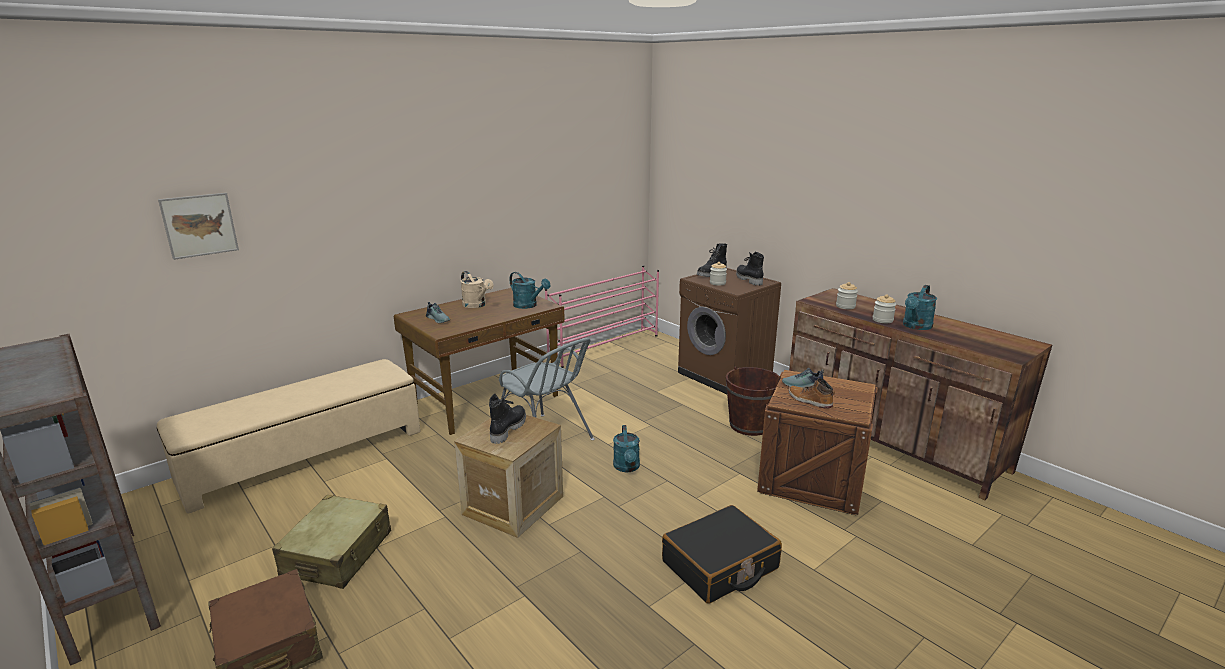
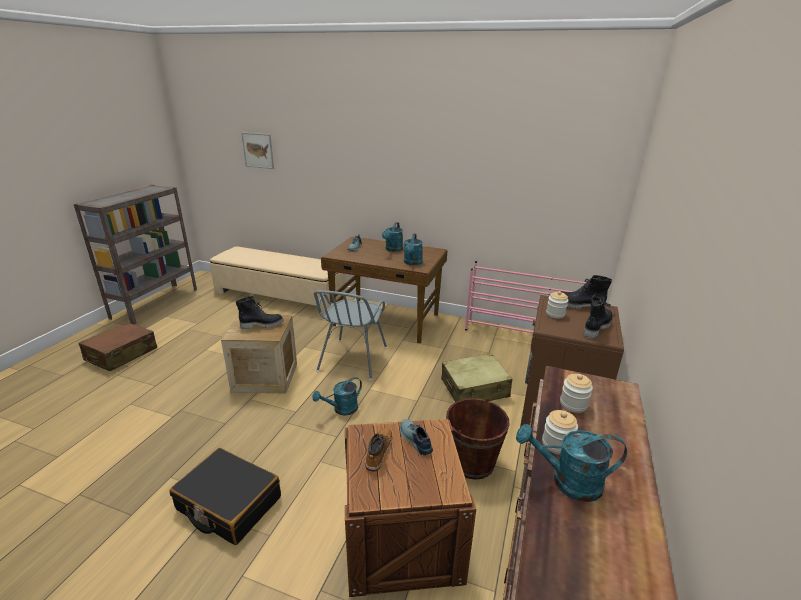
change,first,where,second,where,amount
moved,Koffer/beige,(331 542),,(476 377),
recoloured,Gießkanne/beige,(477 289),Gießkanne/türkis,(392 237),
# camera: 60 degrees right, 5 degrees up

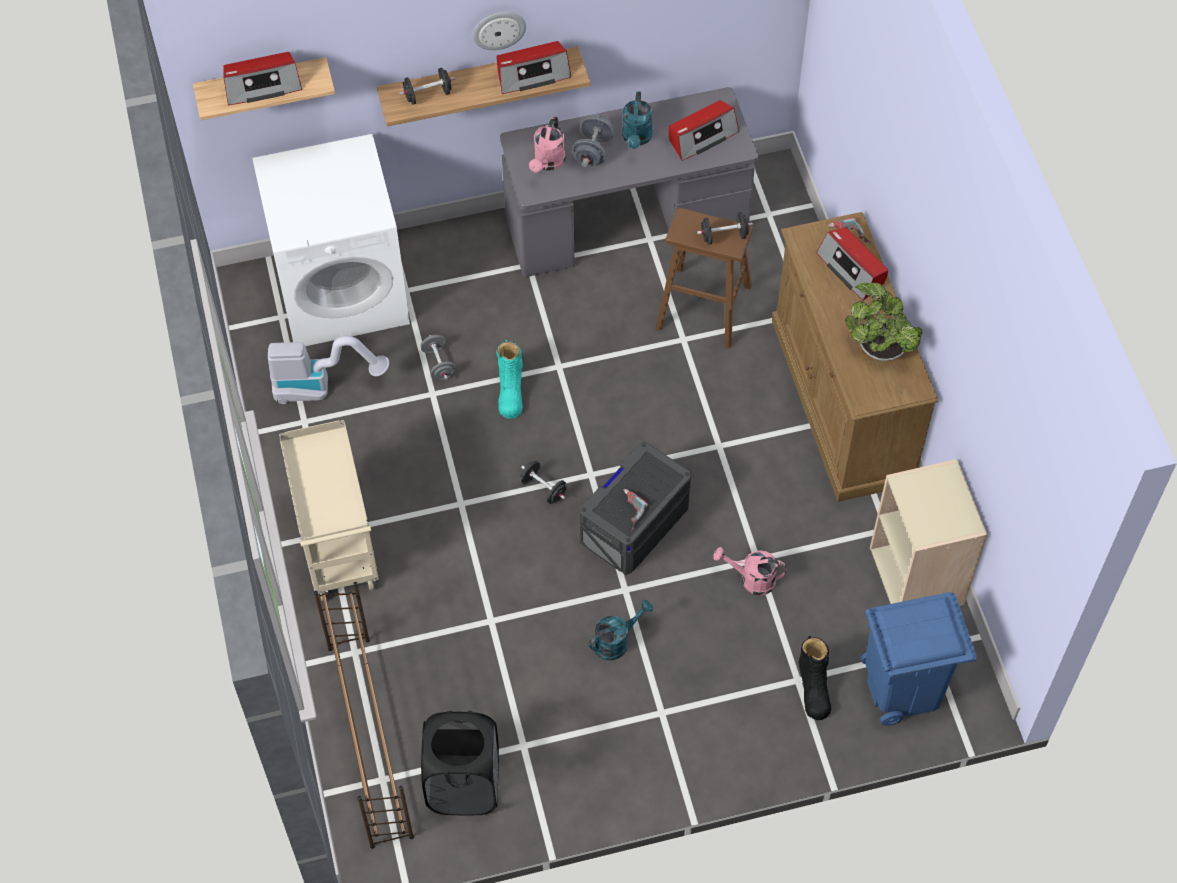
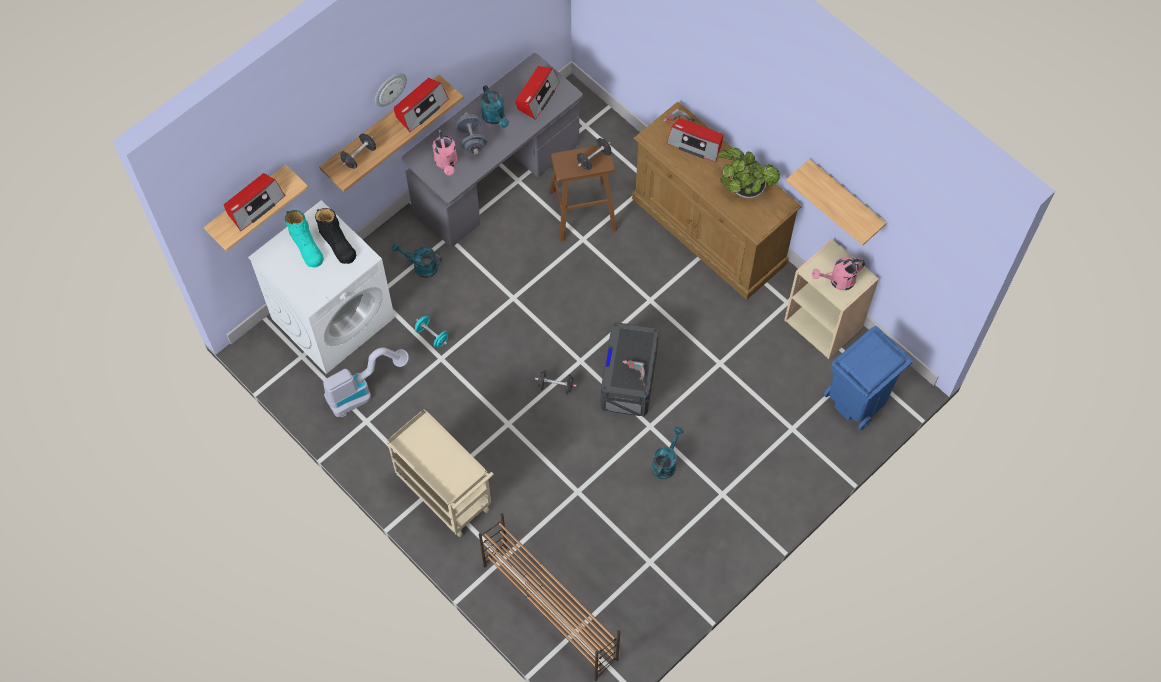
change,first,where,second,where,amount
recoloured,Hantel/grau,(438 357),Hantel/türkis,(431 332),
removed,Wäschekorb/schwarz,(460 763),,,
moved,Stiefel/türkis,(509 379),,(304 238),
moved,Gießkanne/rosa,(750 571),,(838 273),
moved,Stiefel/schwarz,(814 678),,(335 236),
added,,,Gießkanne/türkis,(416 260),
added,,,Wandregal,(836 202),
# camera: 30 degrees left, 5 degrees up

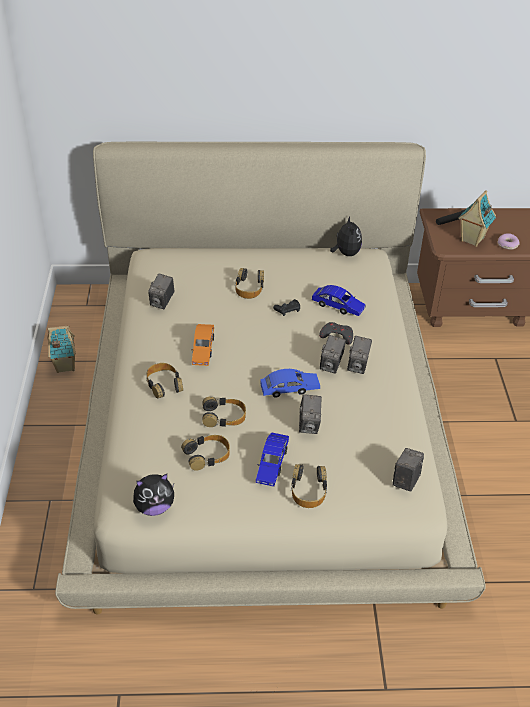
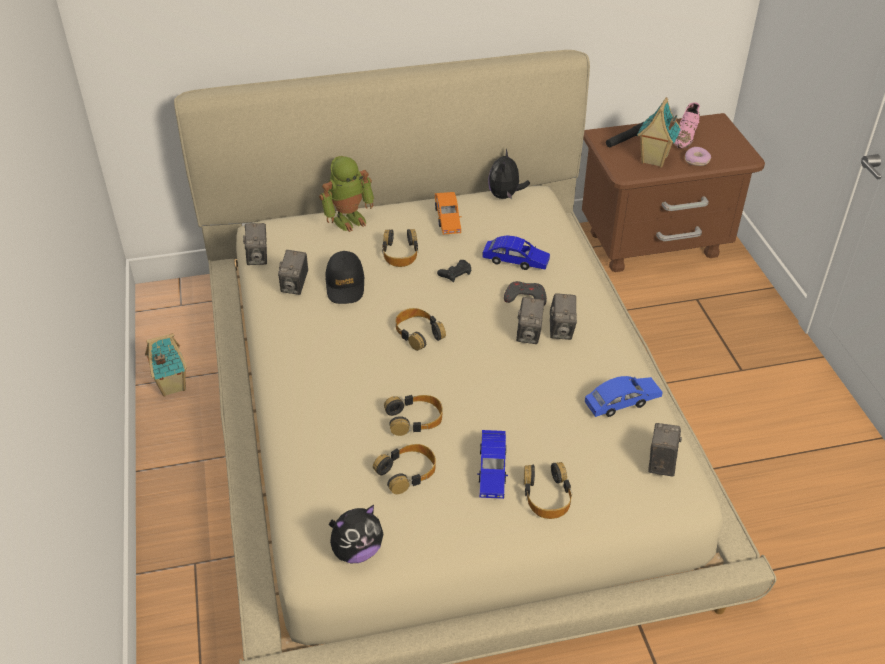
change,first,where,second,where,amount
moved,Kopfhörer,(164 381),,(420 329),
moved,Spielzeugauto/orange,(202 345),,(448 213),
moved,Spielzeugauto/blau,(290 383),,(624 396),
moved,Kamera,(310 414),,(255 244),
turned,Plüschtier,(346 236),,(509 174),150 degrees counterclockwise
added,,,Spielzeugroboter,(346 194),
added,,,Kappe/schwarz,(345 277),
added,,,Schuh/rosa,(687 125),
# camera: 10 degrees left, 0 degrees up

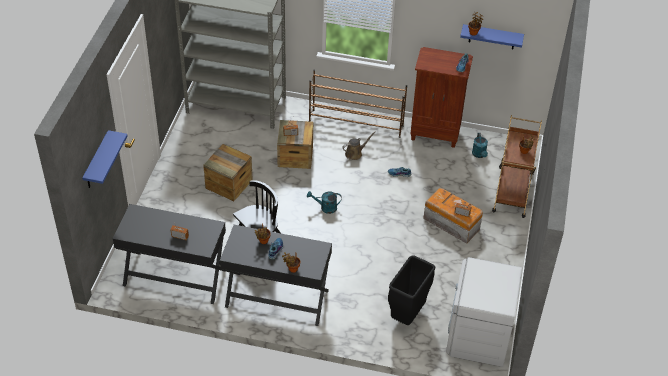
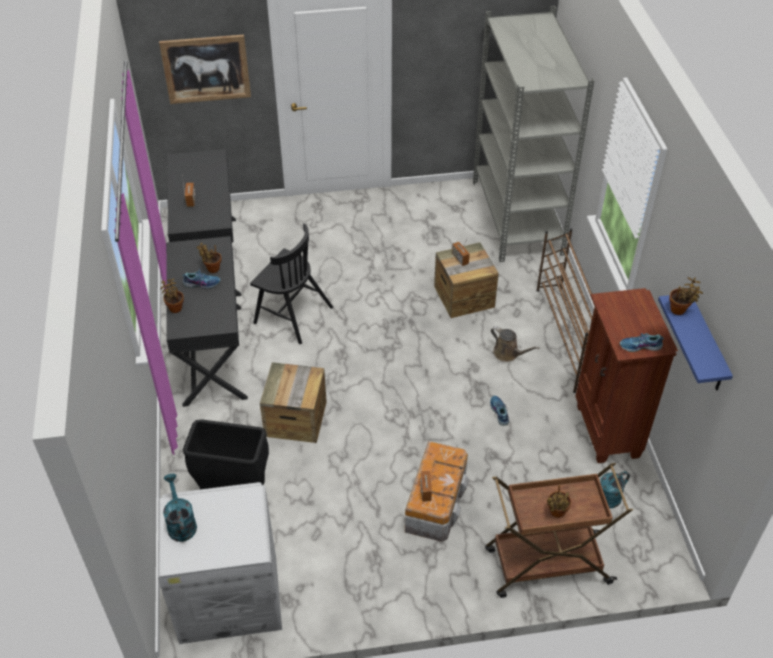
change,first,where,second,where,amount
replaced,Wandregal/blau,(105 159),Bild,(205 69),
moved,Kiste,(228 172),,(293 402),
moved,Gießkanne/türkis,(324 202),,(180 507),
# camera: 70 degrees right, 0 degrees up

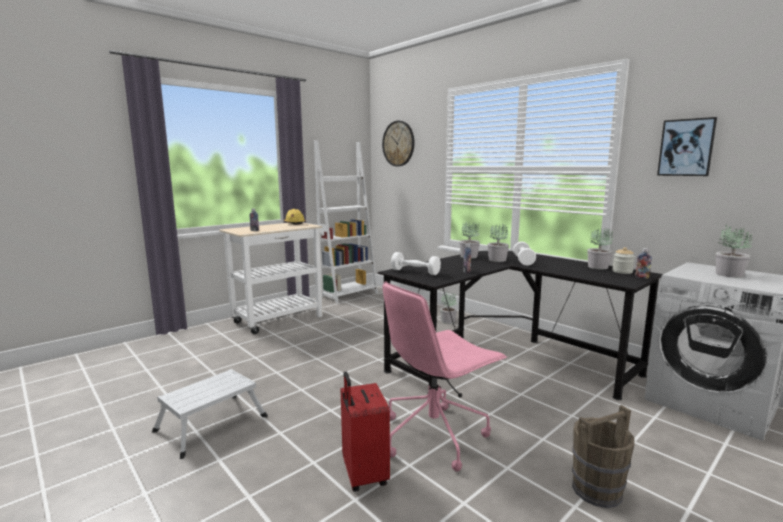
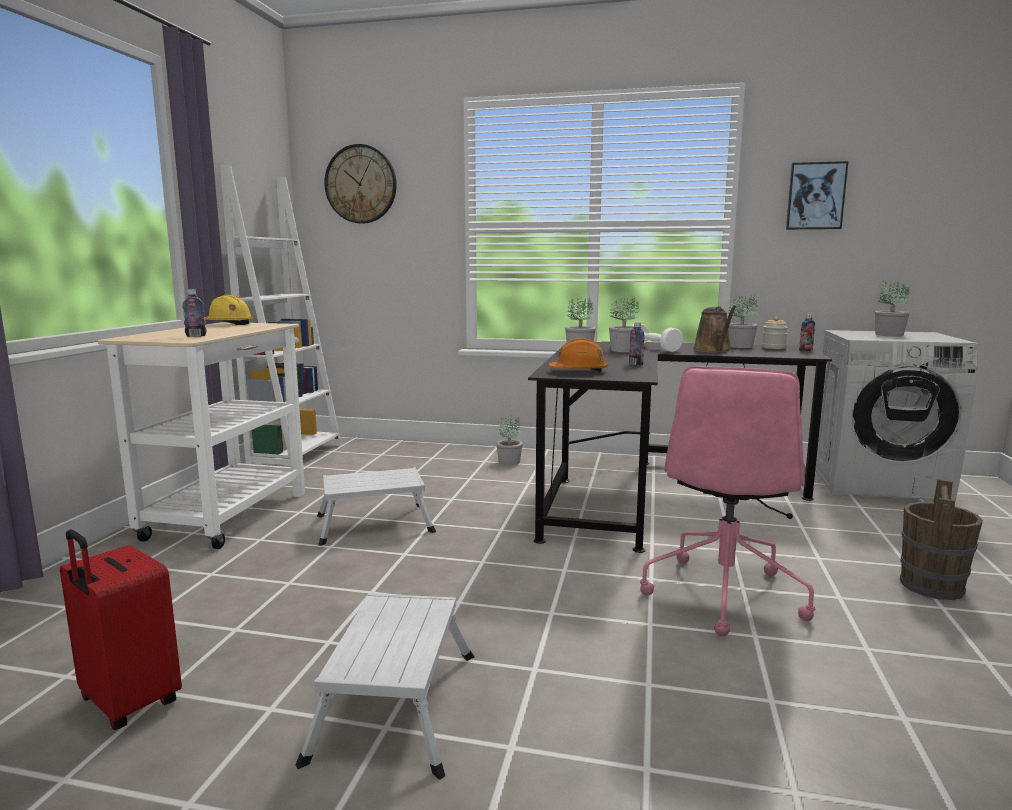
change,first,where,second,where,amount
moved,Koffer/rot,(365 431),,(121 630),
replaced,Hantel/weiß,(416 263),Schutzhelm/orange,(578 355),
added,,,Trittleiter/weiß,(376 506),
added,,,Gießkanne/braun,(715 329),
# camera: 35 degrees left, 0 degrees up

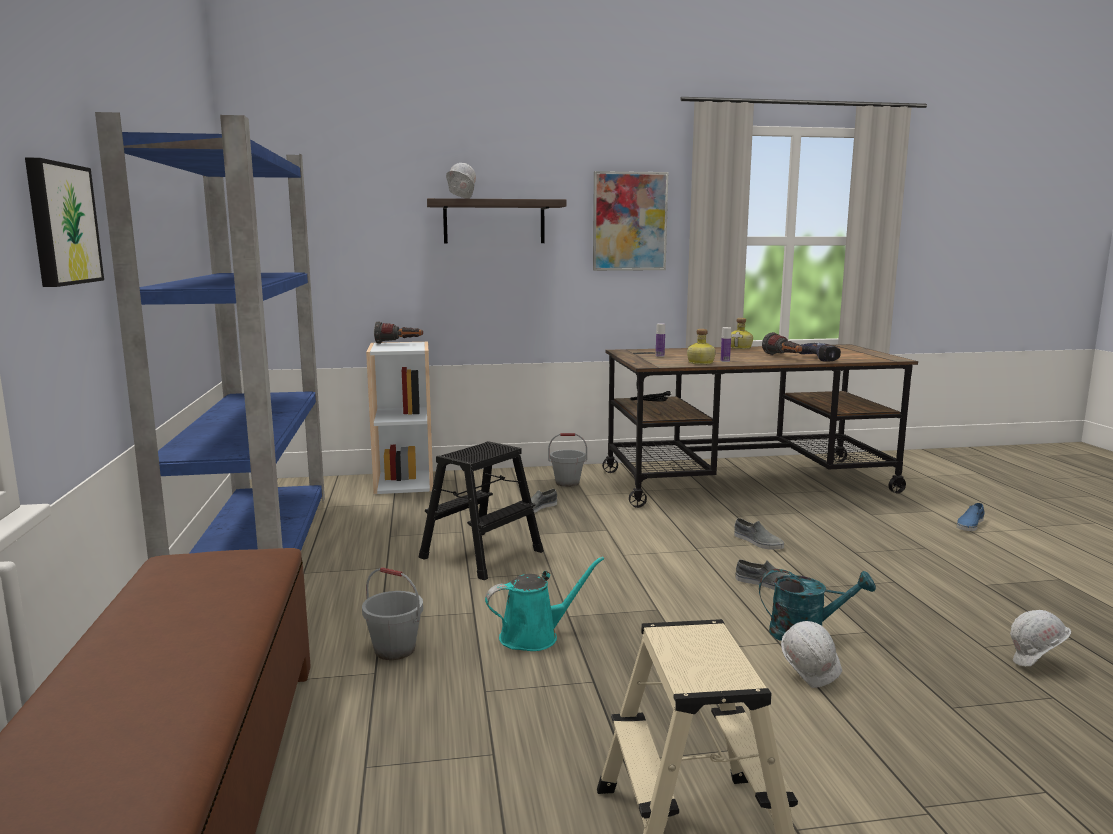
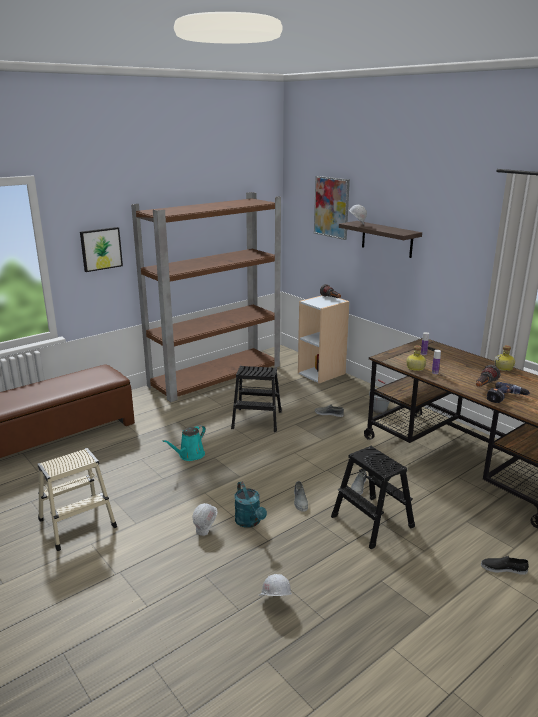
change,first,where,second,where,amount
recoloured,Bücherregal/blau,(210 335),Bücherregal/braun,(206 297),
removed,Eimer/grau,(392 613),,,
turned,Gießkanne/türkis,(544 604),,(184 443),90 degrees clockwise
moved,Bild,(630 221),,(332 208),
recoloured,Schuh/blau,(970 517),Schuh/schwarz,(505 565),
added,,,Trittleiter/schwarz,(373 497),
# camera: 60 degrees right, 10 degrees up

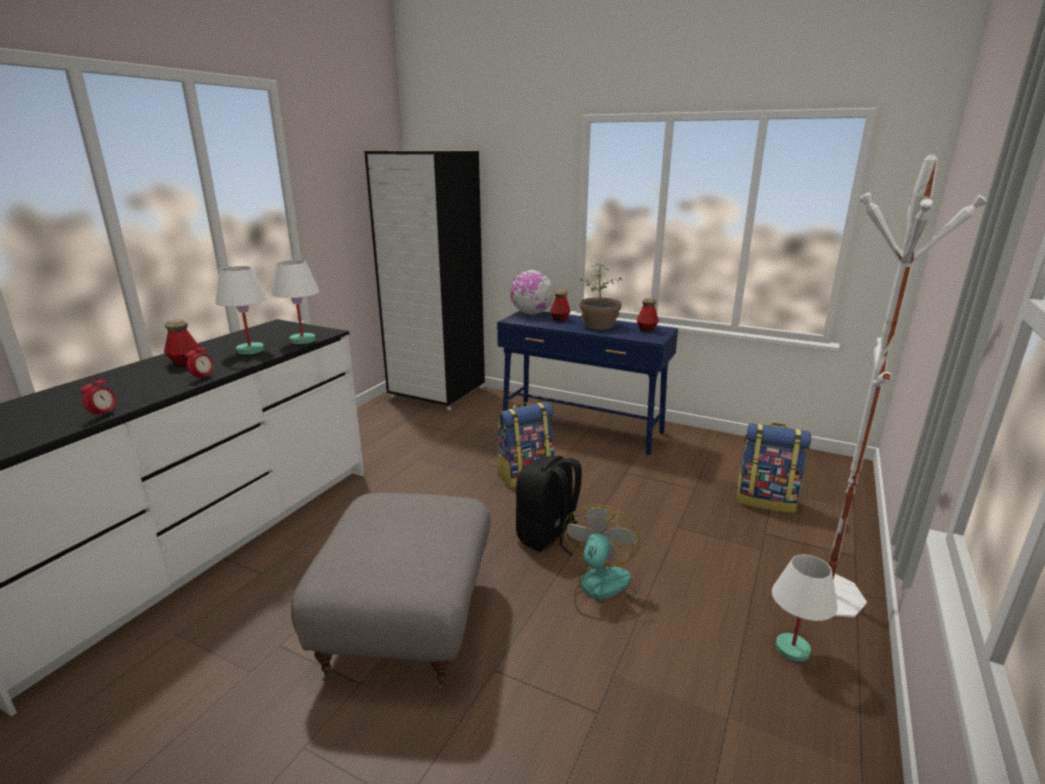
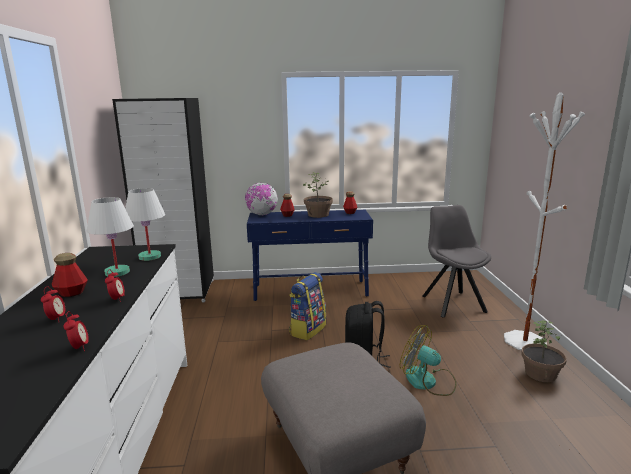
change,first,where,second,where,amount
turned,Ventilator,(605 563),,(428 360),45 degrees counterclockwise
replaced,Rucksack,(774 468),Stuhl/grau,(457 261),
replaced,Tischlampe/weiß,(804 608),Topfpflanze,(544 351),
added,,,Wecker,(53 303),
# camera: 30 degrees left, 5 degrees down

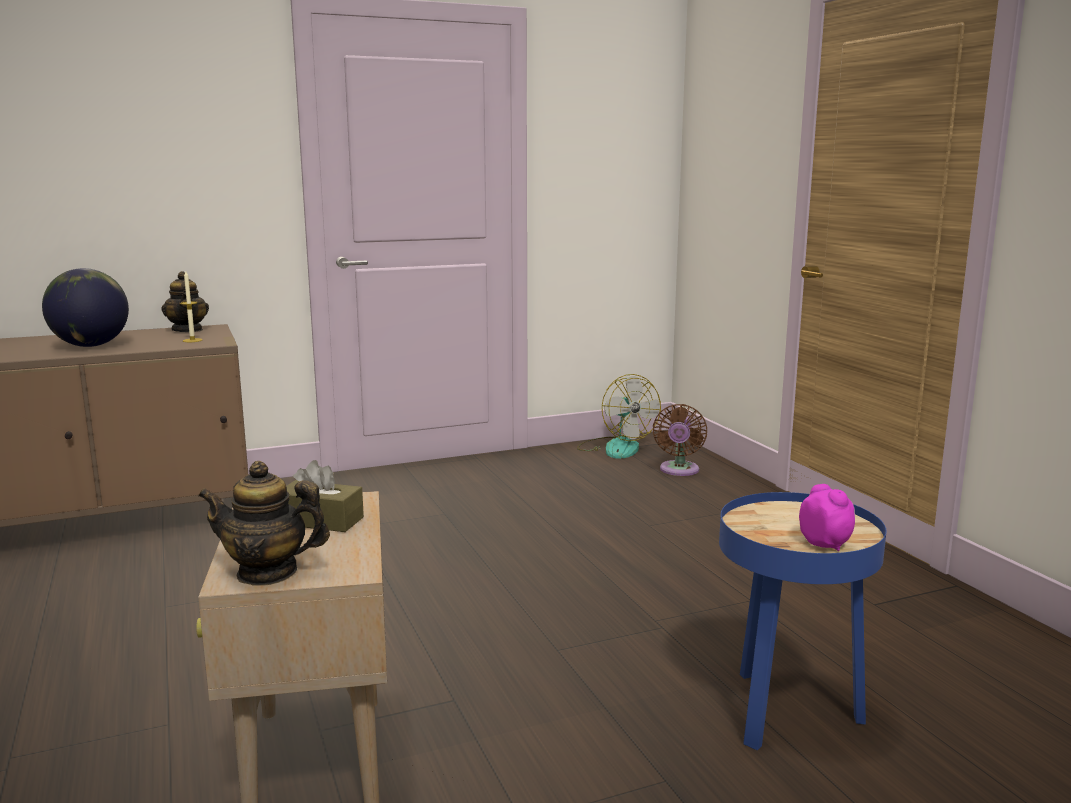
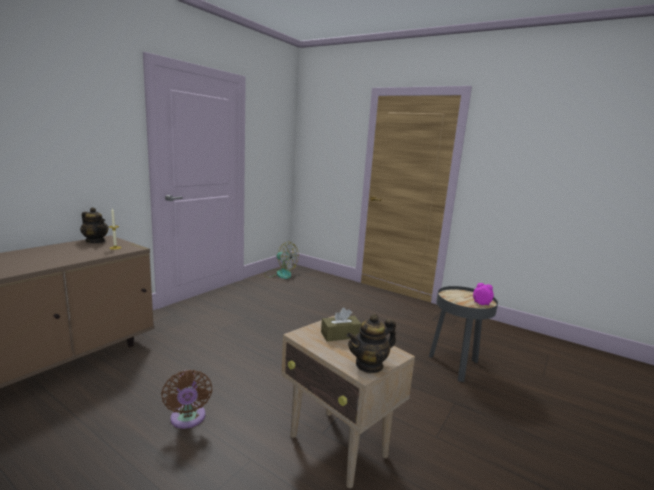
change,first,where,second,where,amount
removed,Globus,(85 307),,,
moved,Ventilator/braun,(680 440),,(186 399),
recoloured,Beistelltisch/blau,(803 621),Beistelltisch/schwarz,(463 334),
# camera: 35 degrees left, 0 degrees up

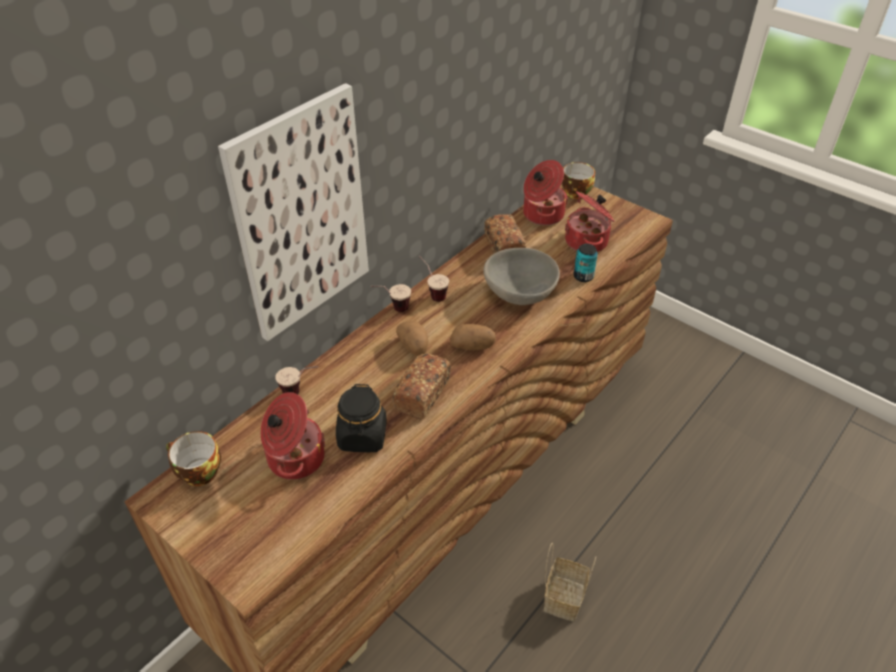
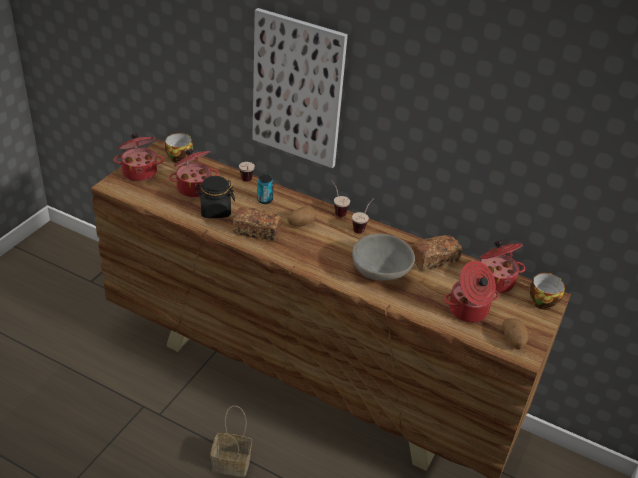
change,first,where,second,where,amount
moved,Kartoffel,(473 337),,(515 334),
moved,Dose,(585 263),,(265 189),
added,,,Kochtopf,(139 157),
# camera: 75 degrees right, 5 degrees down

